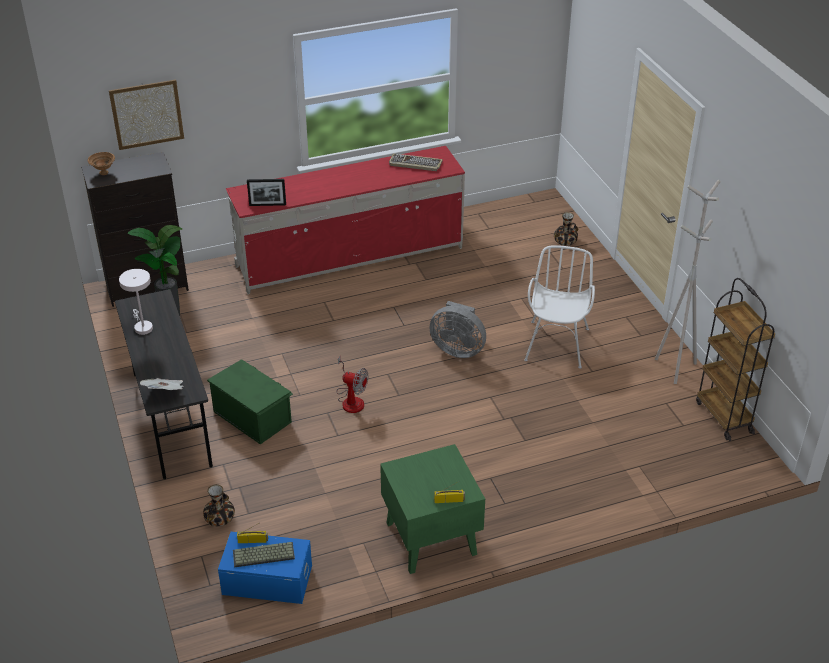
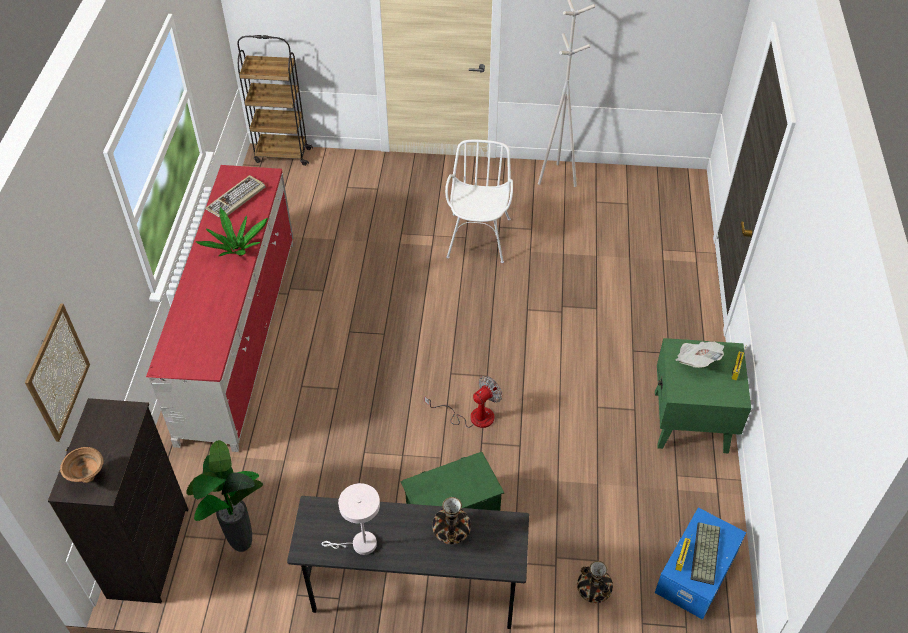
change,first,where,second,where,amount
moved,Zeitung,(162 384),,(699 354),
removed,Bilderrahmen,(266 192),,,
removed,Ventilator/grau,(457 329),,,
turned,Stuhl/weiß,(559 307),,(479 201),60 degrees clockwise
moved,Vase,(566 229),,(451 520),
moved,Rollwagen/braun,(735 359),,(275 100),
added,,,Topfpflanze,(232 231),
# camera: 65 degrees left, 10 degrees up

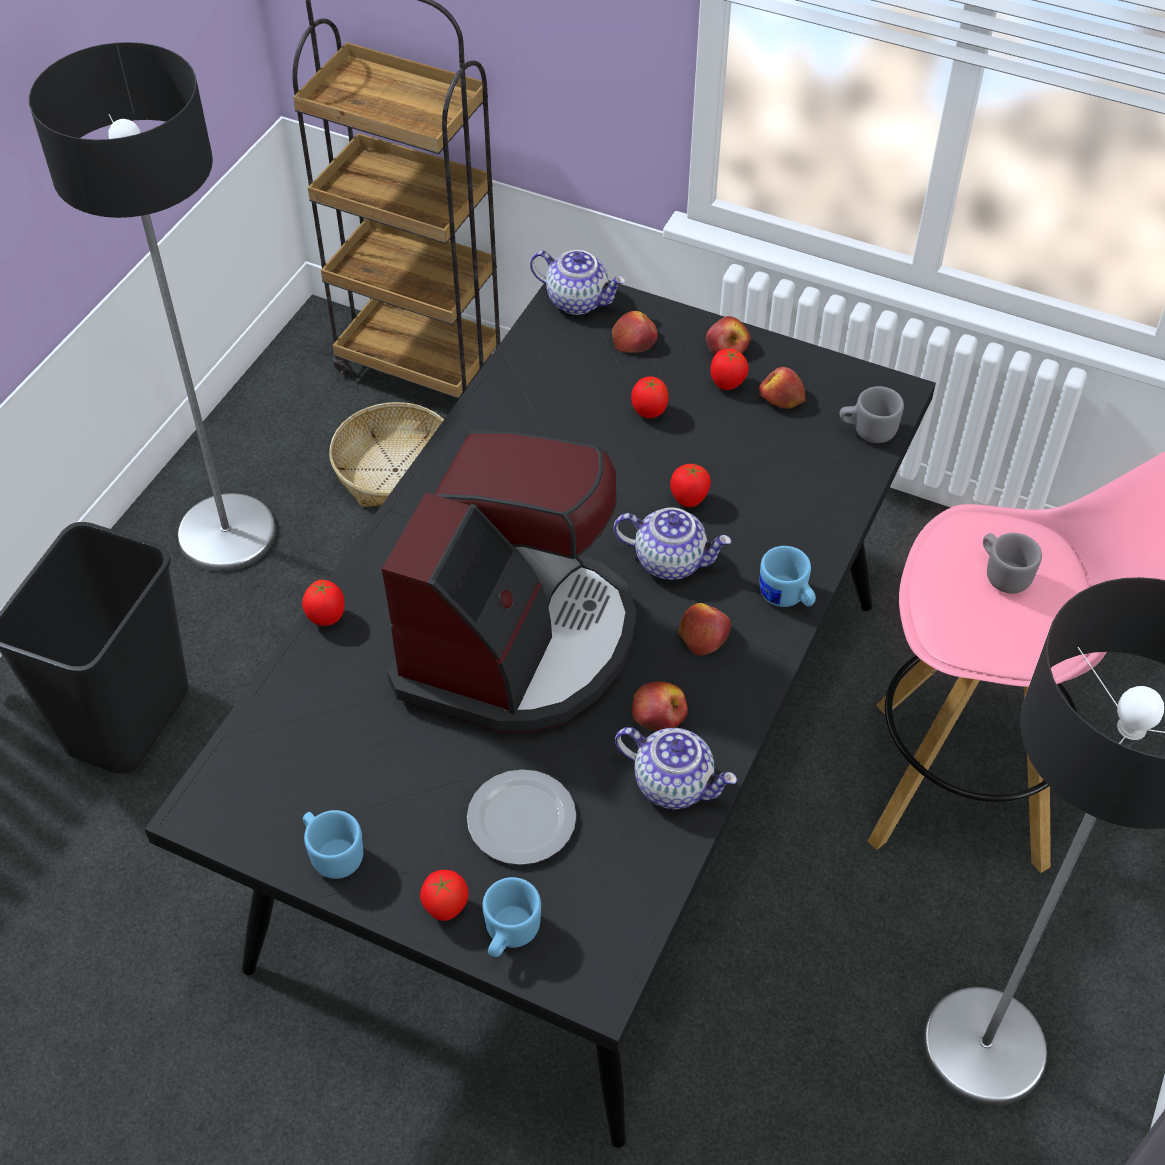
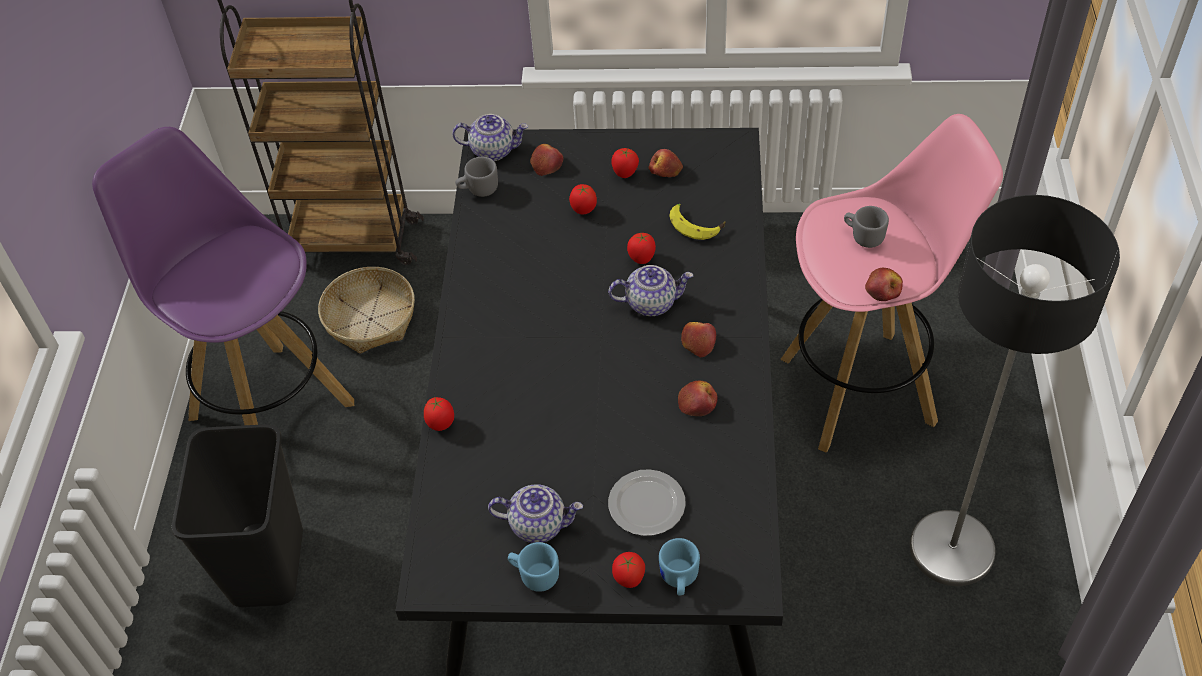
change,first,where,second,where,amount
replaced,Stehlampe,(152 307),Hocker/lila,(223 276),
removed,Kaffeemaschine,(509 581),,,
moved,Teekanne,(676 768),,(535 513),
moved,Apfel,(728 335),,(884 284),
removed,Henkelbecher/blau,(787 576),,,
moved,Henkelbecher/grau,(872 414),,(476 177),
added,,,Banane,(698 222),
# camera: 20 degrees left, 0 degrees up

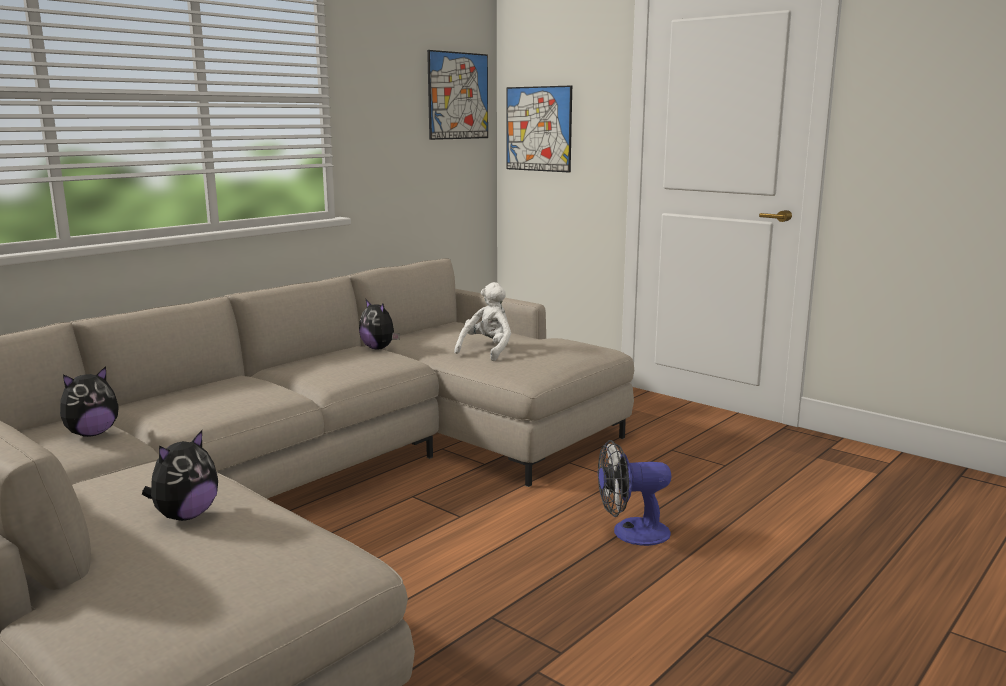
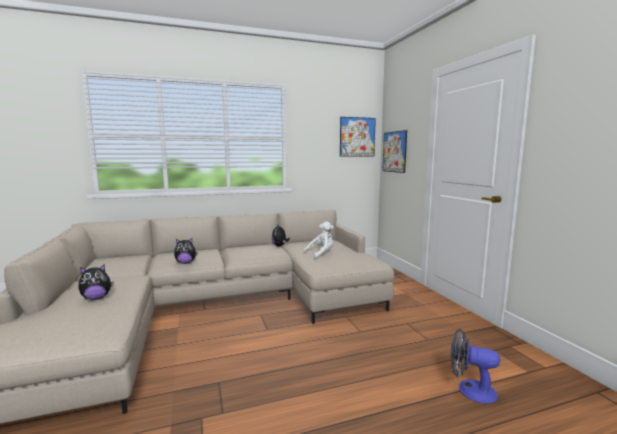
change,first,where,second,where,amount
moved,Plüschtier,(89 401),,(186 251),
moved,Ventilator,(634 493),,(475 366),
# camera: 30 degrees right, 5 degrees down

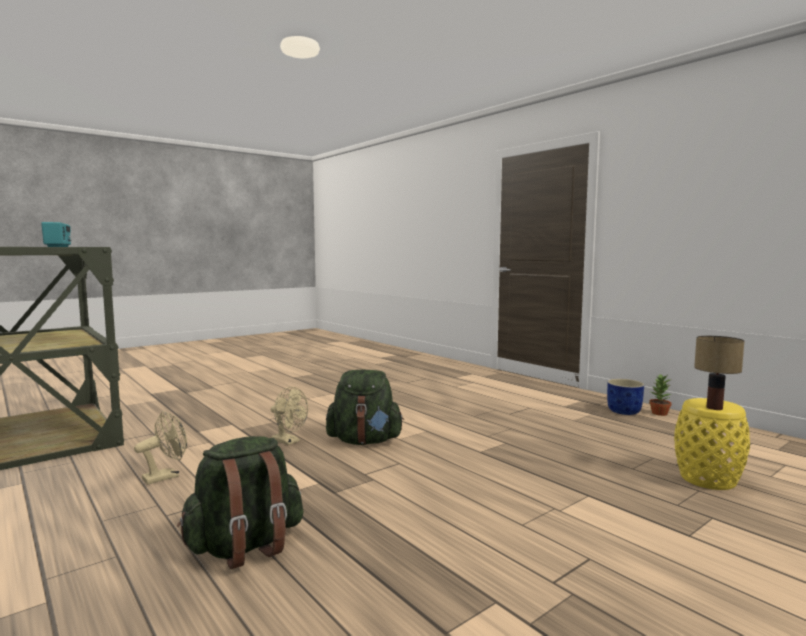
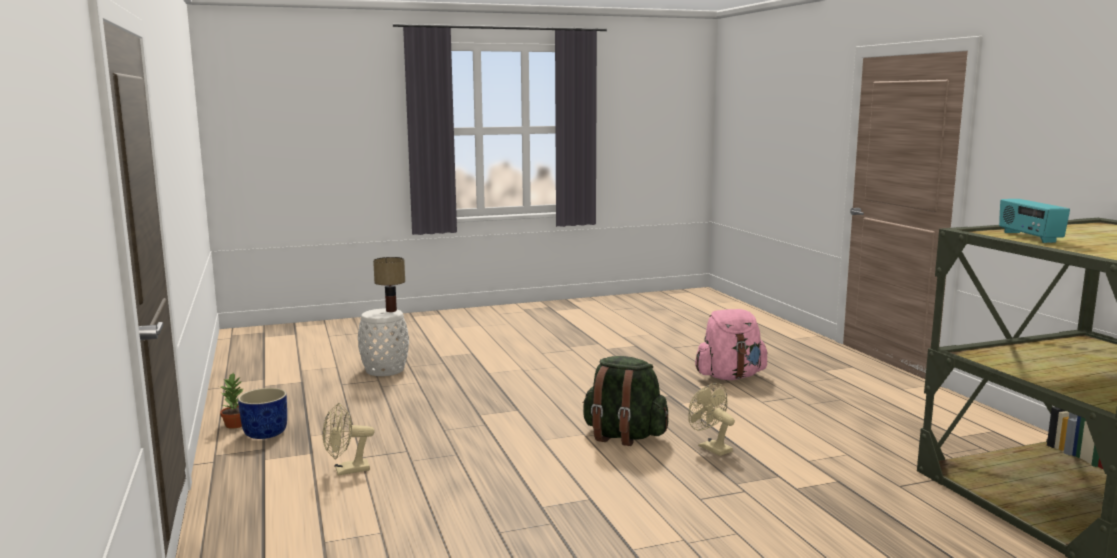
change,first,where,second,where,amount
moved,Ventilator/beige,(160 447),,(348 439),
recoloured,Rucksack/grün,(240 502),Rucksack/rosa,(731 344),
recoloured,Hocker/gelb,(712 444),Hocker/weiß,(383 342),
# camera: 160 degrees left, 5 degrees up

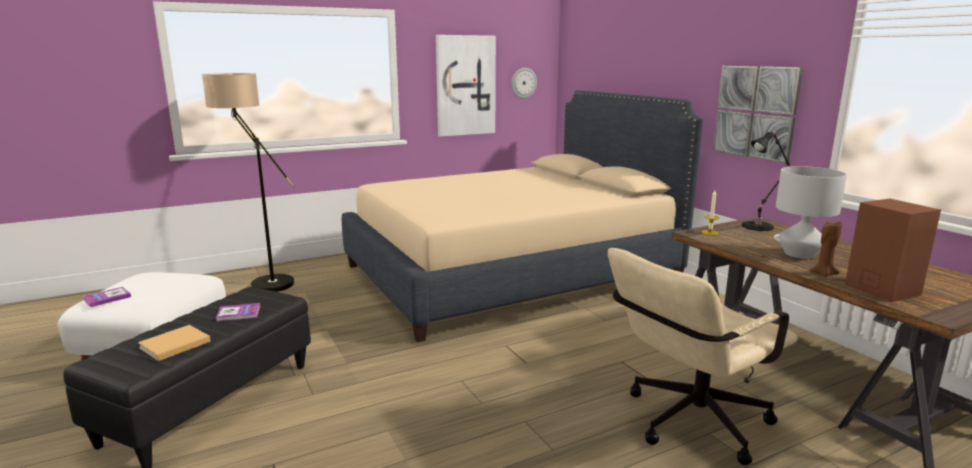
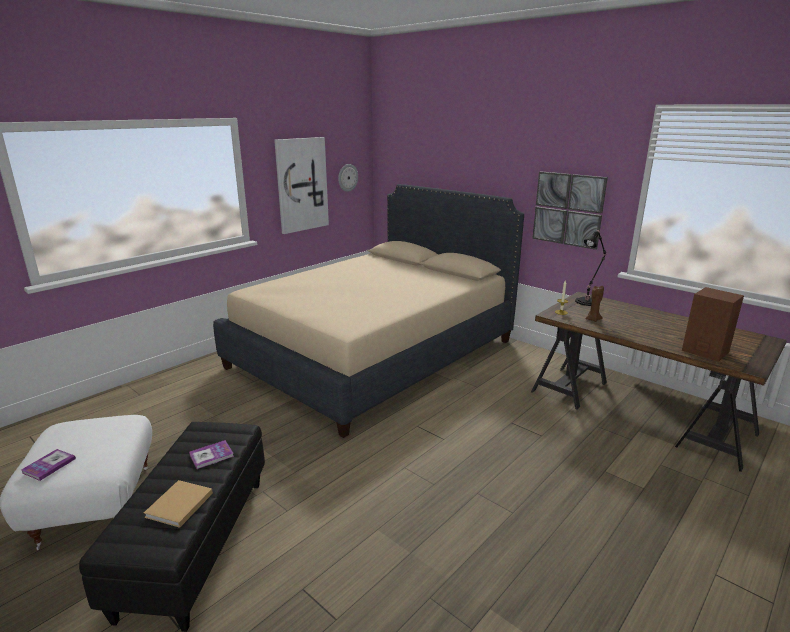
change,first,where,second,where,amount
removed,Stehlampe,(248 182),,,
removed,Bürostuhl/beige,(703 357),,,
removed,Tischlampe/grau,(810 212),,,
moved,Kerze/braun,(826 249),,(594 304),
# camera: 20 degrees left, 5 degrees up

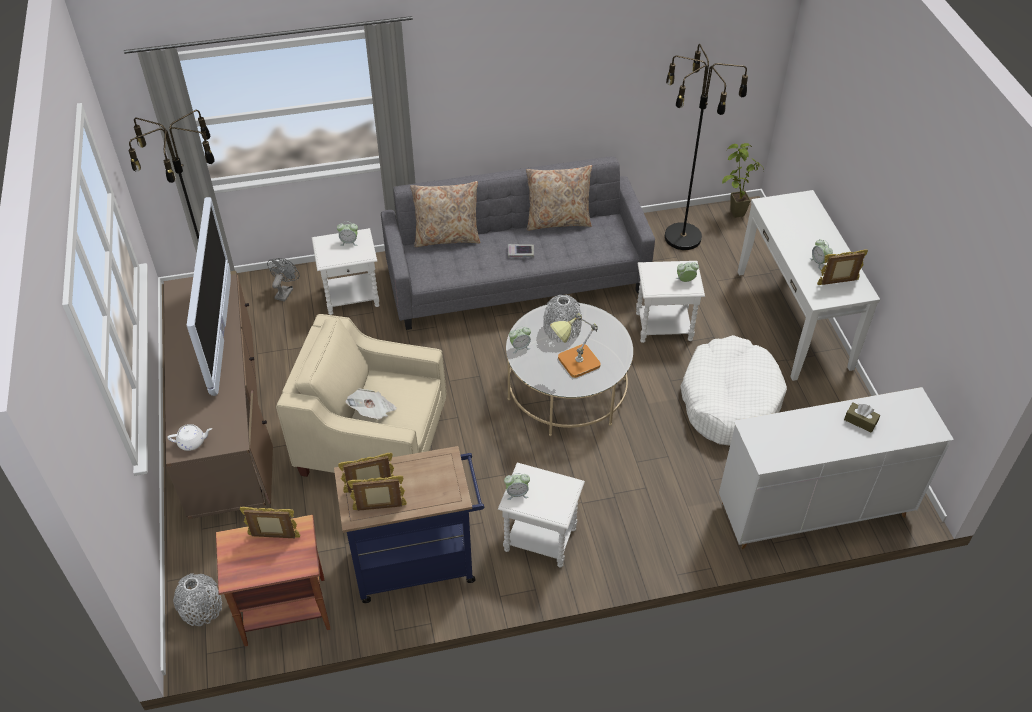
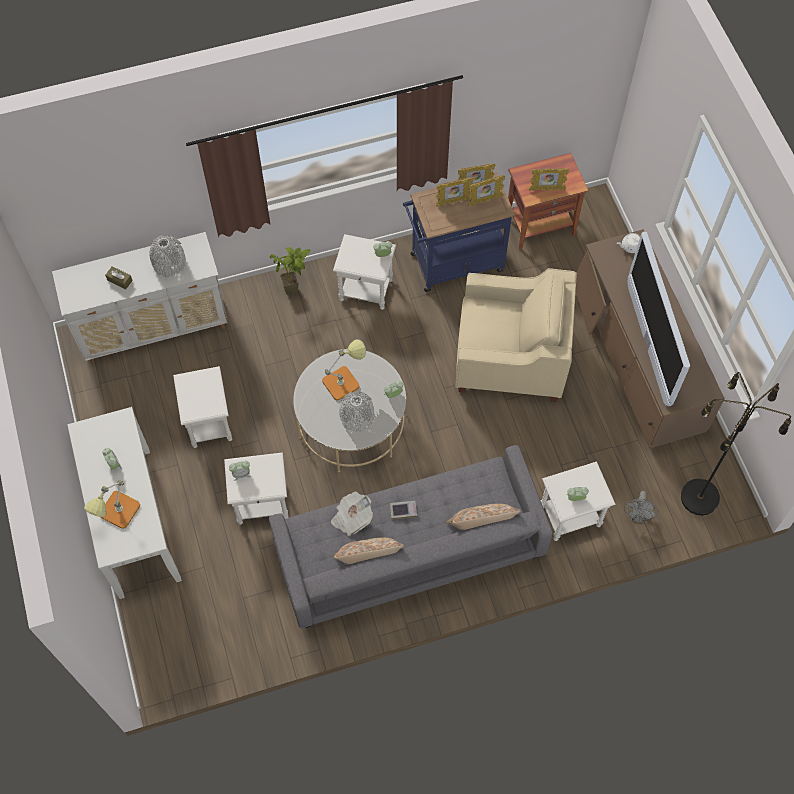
change,first,where,second,where,amount
moved,Vase/grau,(197 599),,(167 256),
moved,Zeitung,(371 404),,(352 514),
removed,Stehlampe,(706 147),,,
replaced,Hundebett/weiß,(733 390),Beistelltisch/weiß,(202 407),
moved,Topfpflanze,(743 180),,(290 271),
moved,Bilderrahmen,(842 267),,(455 192),
added,,,Tischlampe,(112 504),
# camera: 175 degrees right, 15 degrees up

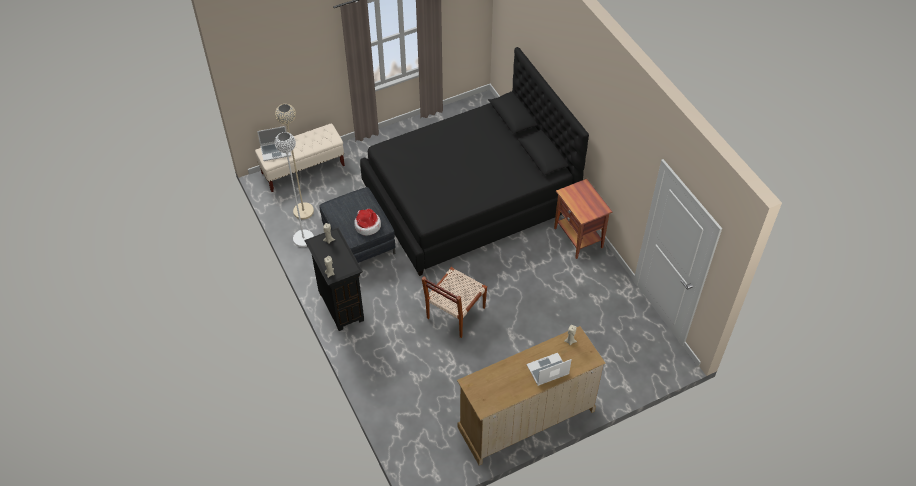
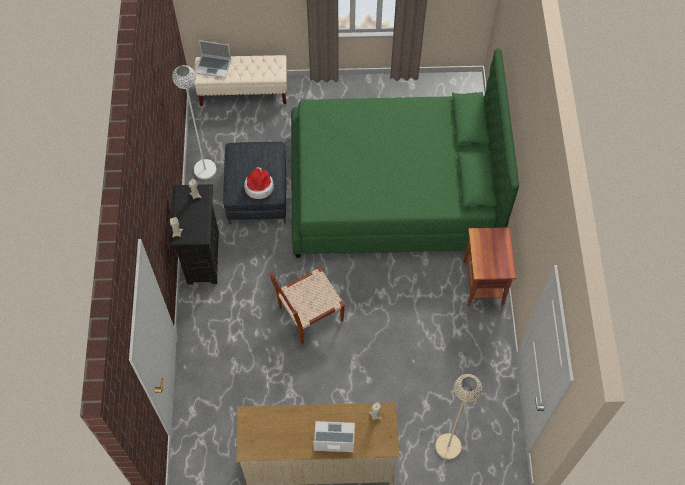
change,first,where,second,where,amount
moved,Stehlampe/beige,(294 161),,(458 417),
recoloured,Bett/schwarz,(474 161),Bett/grün,(405 153),
# camera: 25 degrees right, 10 degrees up

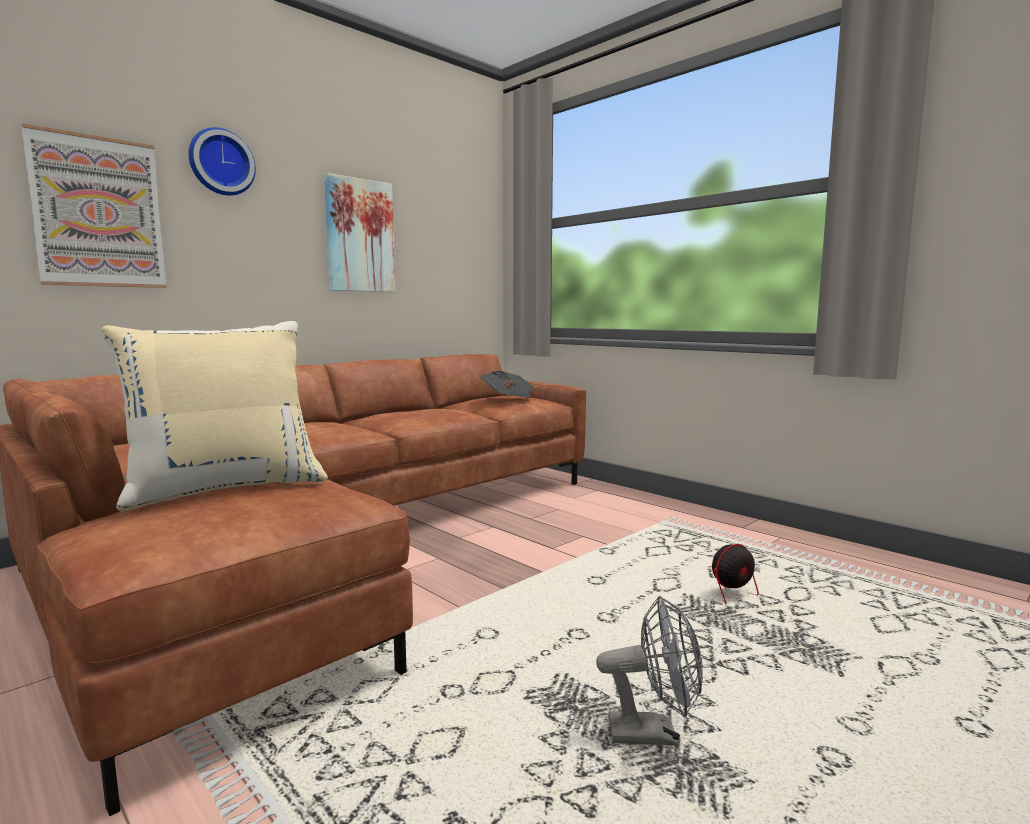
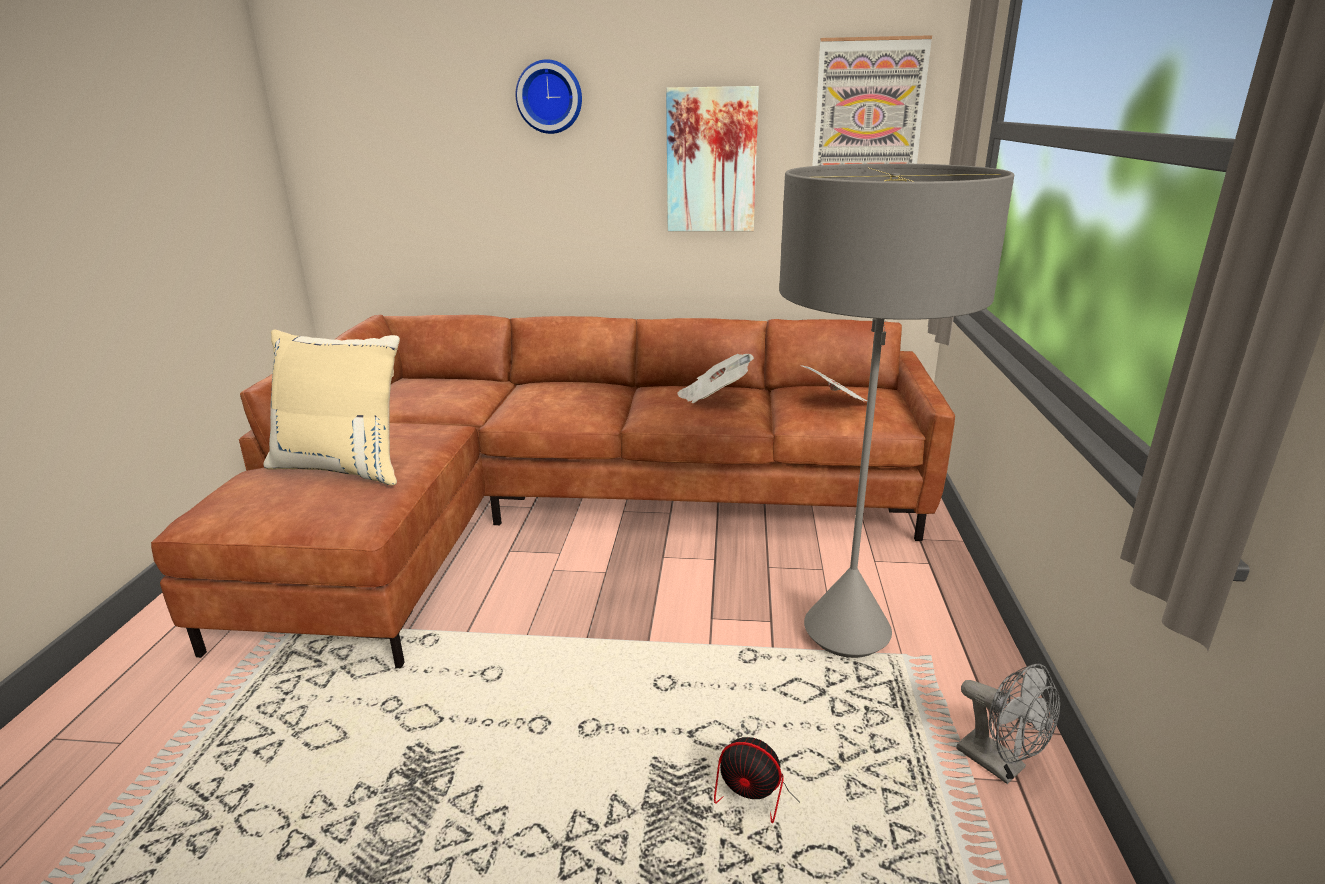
change,first,where,second,where,amount
moved,Bild,(94 205),,(872 100),
moved,Ventilator/grau,(649 671),,(1008 724),
added,,,Zeitung,(715 378),
added,,,Stehlampe/grau,(896 410),
# camera: 50 degrees right, 15 degrees up

